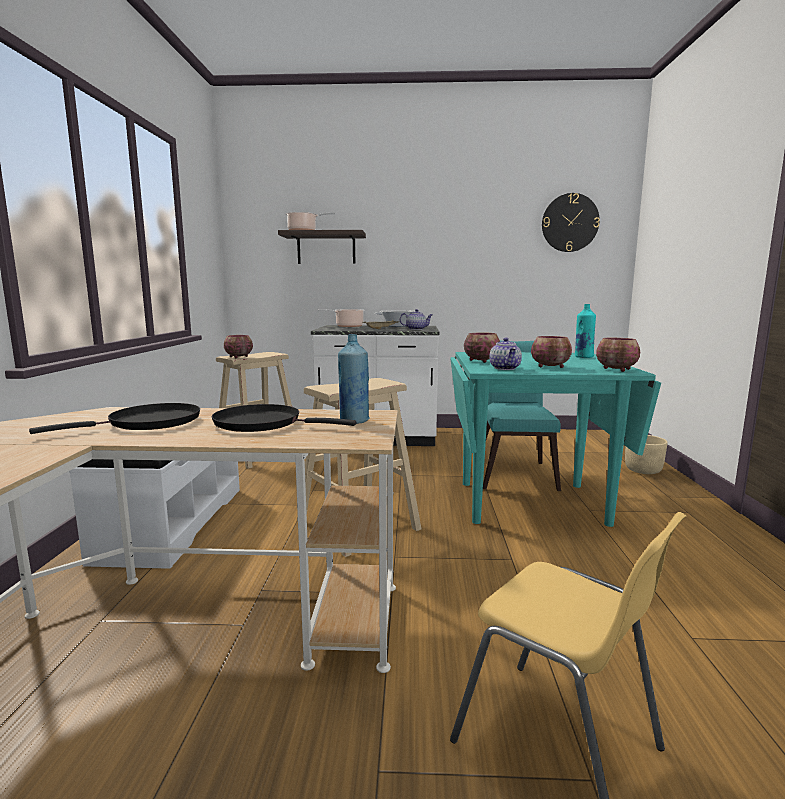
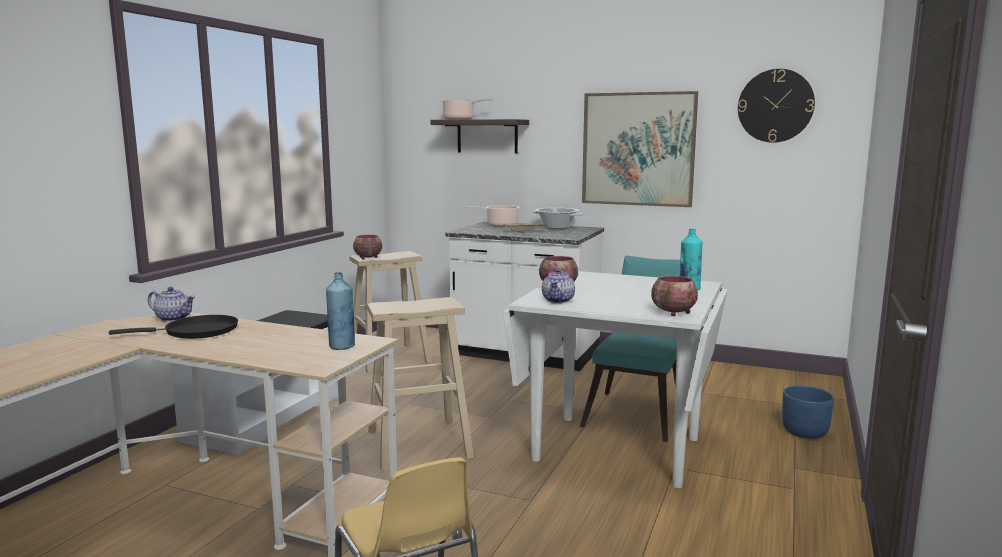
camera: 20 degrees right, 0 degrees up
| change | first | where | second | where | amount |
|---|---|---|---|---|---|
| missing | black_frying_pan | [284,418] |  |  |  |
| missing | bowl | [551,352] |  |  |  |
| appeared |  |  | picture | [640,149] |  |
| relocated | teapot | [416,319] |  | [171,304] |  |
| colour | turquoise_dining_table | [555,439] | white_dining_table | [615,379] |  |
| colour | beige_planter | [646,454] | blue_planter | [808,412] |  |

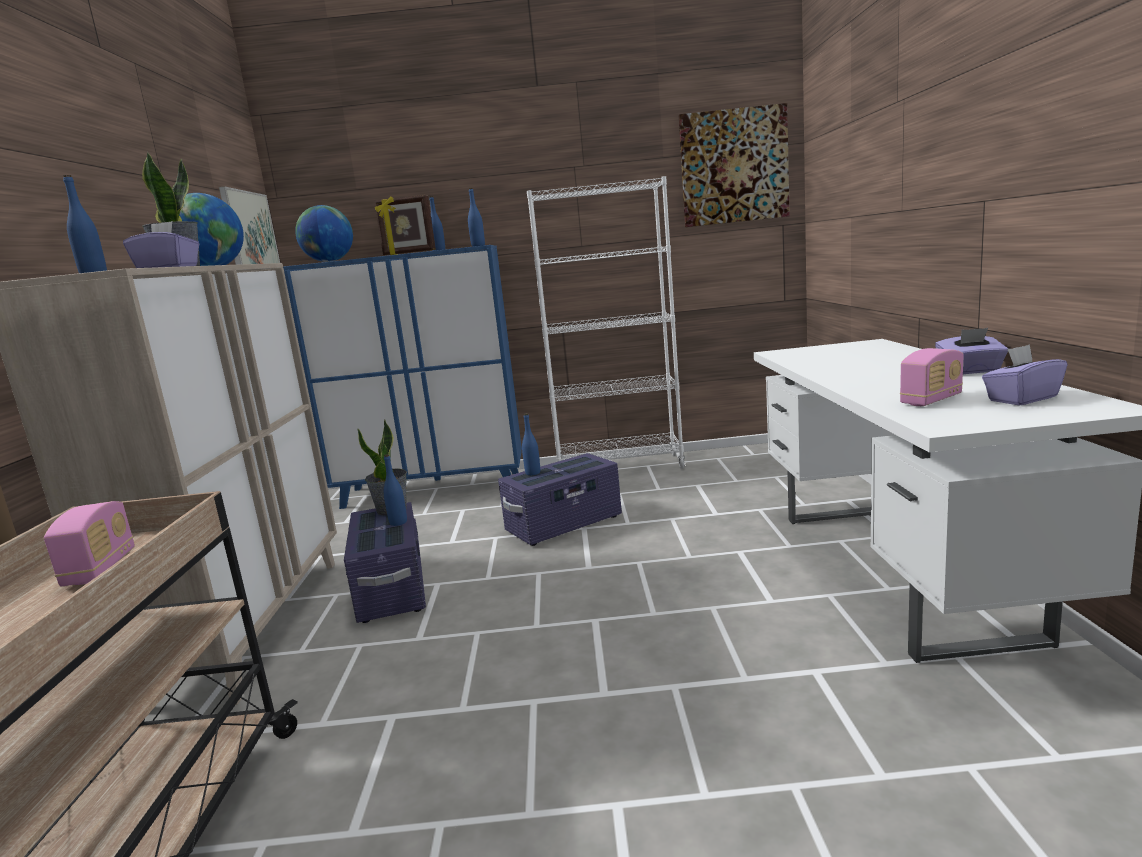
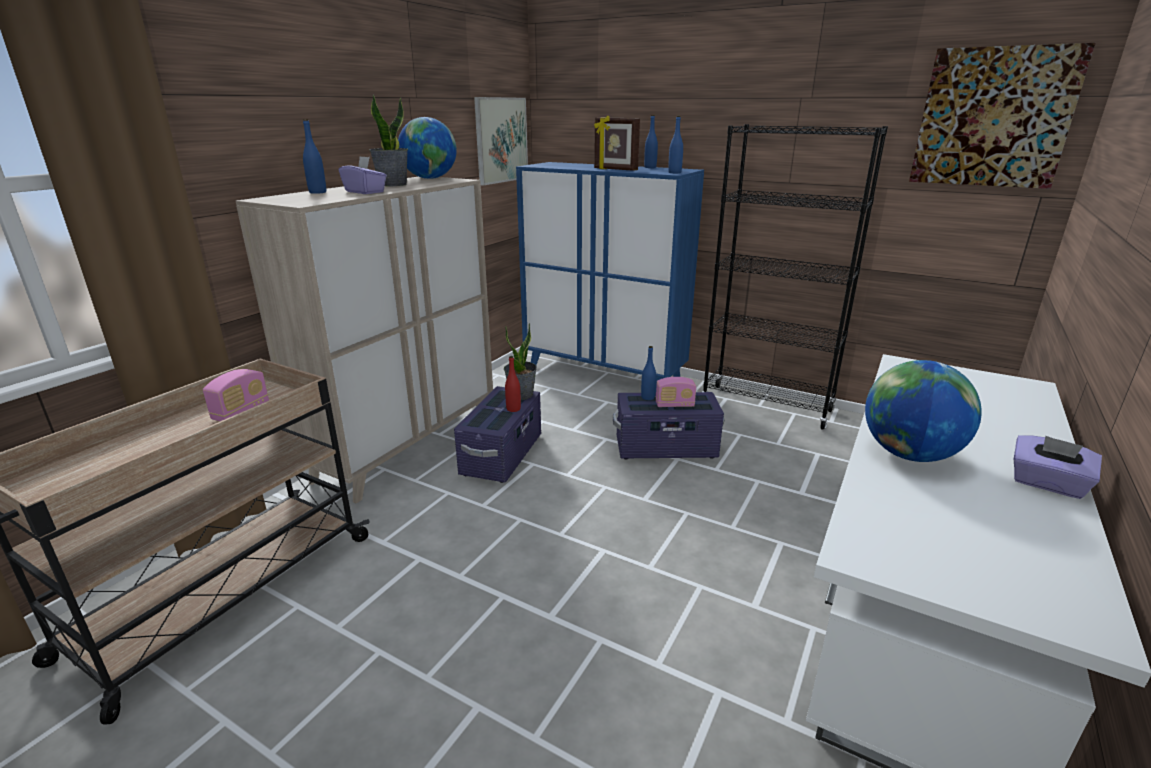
camera: 30 degrees right, 10 degrees up
| change | first | where | second | where | amount |
|---|---|---|---|---|---|
| missing | purple_tissue_box | [1025,374] |  |  |  |
| relocated | globe | [324,233] |  | [923,411] |  |
| relocated | radio | [932,377] |  | [676,392] |  |
| colour | blue_bottle | [395,490] | red_bottle | [513,384] |  |
| colour | white_bookcase | [606,322] | black_bookcase | [795,277] |  |

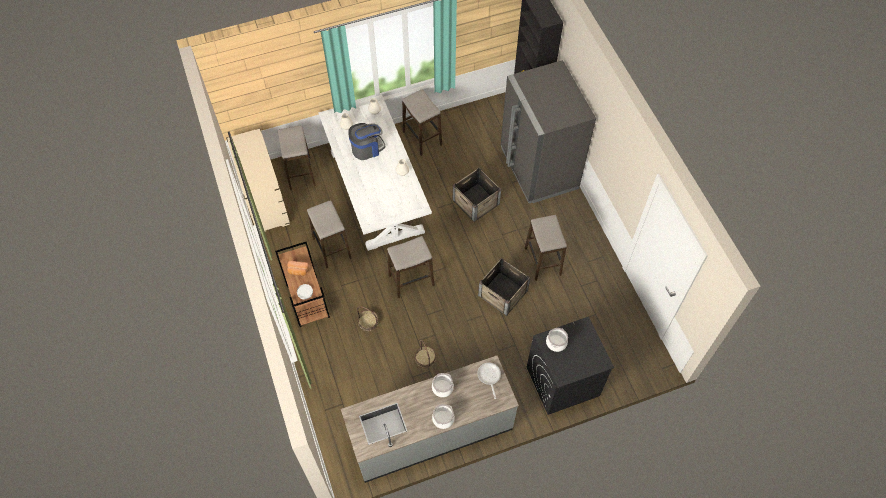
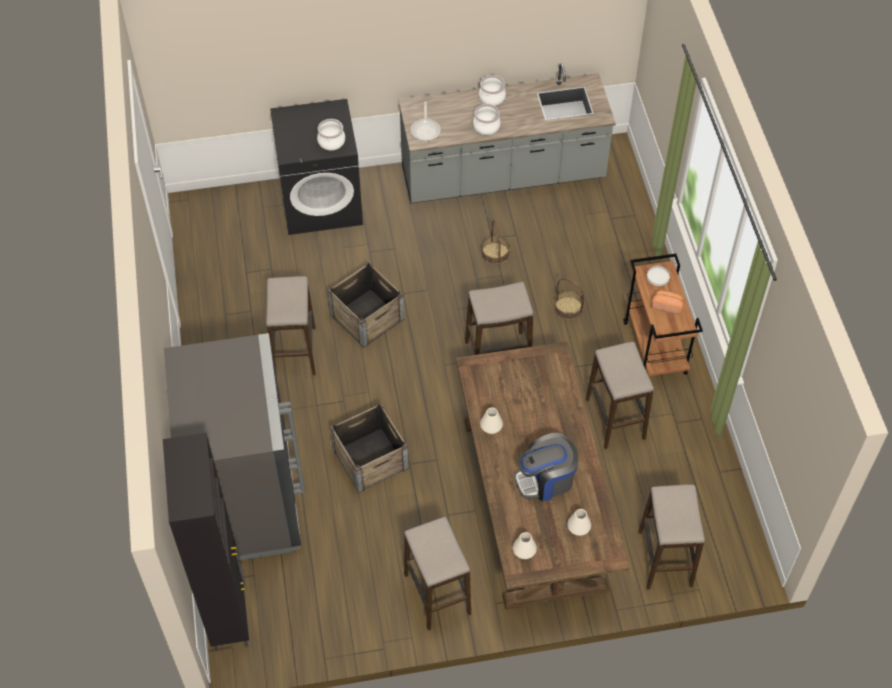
camera: 170 degrees left, 5 degrees down
| change | first | where | second | where | amount |
|---|---|---|---|---|---|
| missing | beige_dresser | [258,180] |  |  |  |
| colour | white_dining_table | [375,173] | brown_dining_table | [543,475] |  |

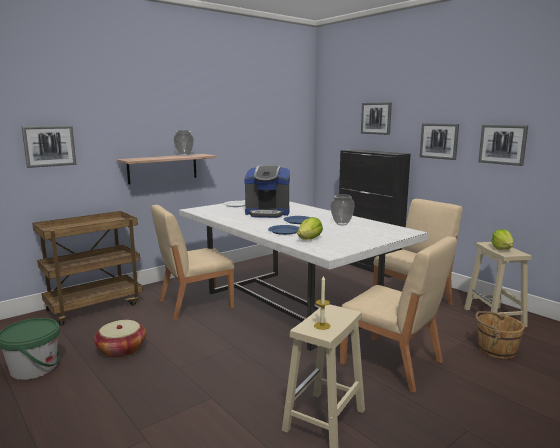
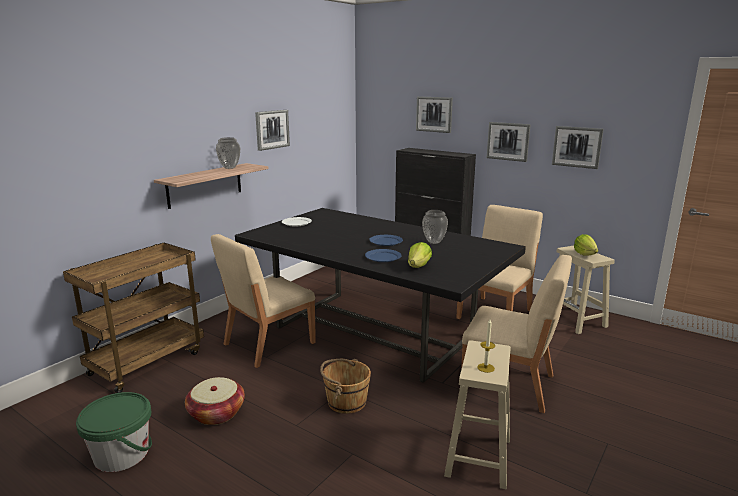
camera: 15 degrees left, 5 degrees up
| change | first | where | second | where | amount |
|---|---|---|---|---|---|
| missing | coffee_machine | [267,191] |  |  |  |
| relocated | picture | [49,147] |  | [272,130] |  |
| relocated | brown_bucket | [500,335] |  | [345,386] |  |
| colour | white_dining_table | [304,275] | black_dining_table | [380,295] |  |

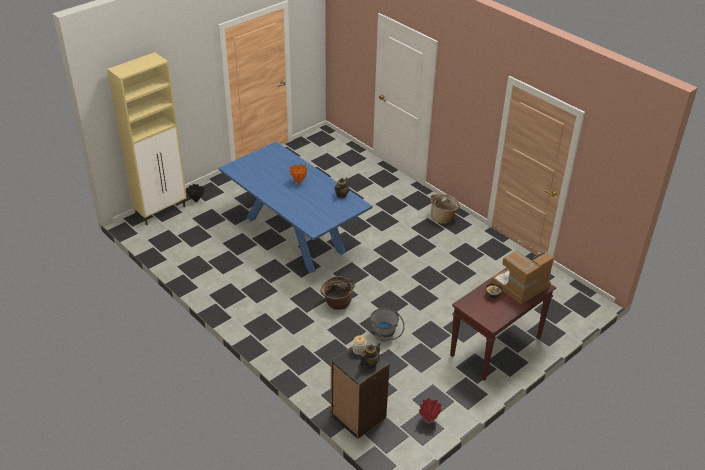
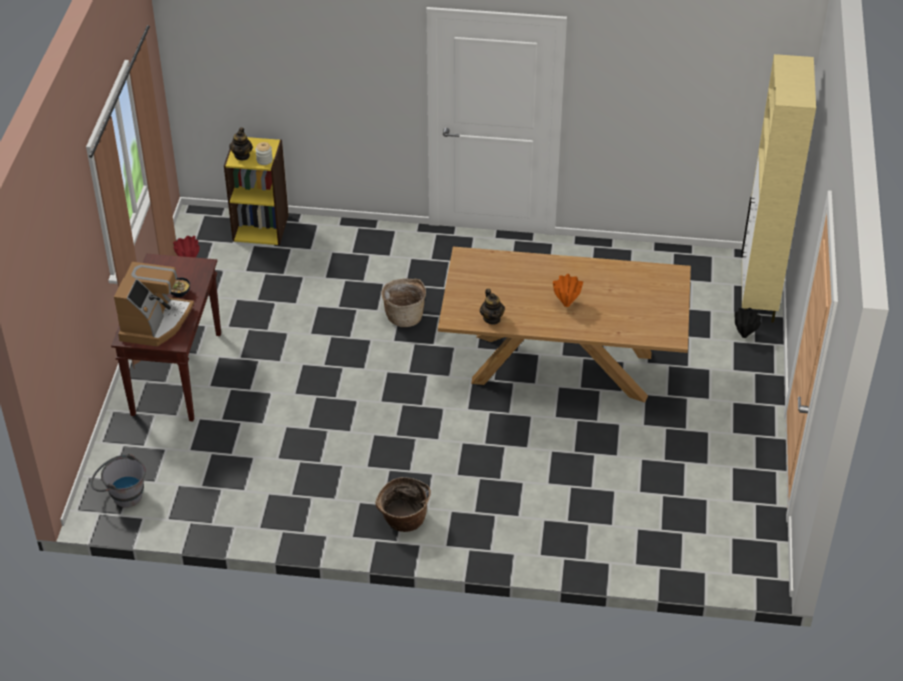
camera: 140 degrees right, 5 degrees up
| change | first | where | second | where | amount |
|---|---|---|---|---|---|
| relocated | grey_bucket | [387,325] |  | [118,480] |  |
| colour | blue_dining_table | [295,207] | brown_dining_table | [564,325] |  |
| colour | black_bookcase | [360,392] | yellow_bookcase | [256,191] |  |

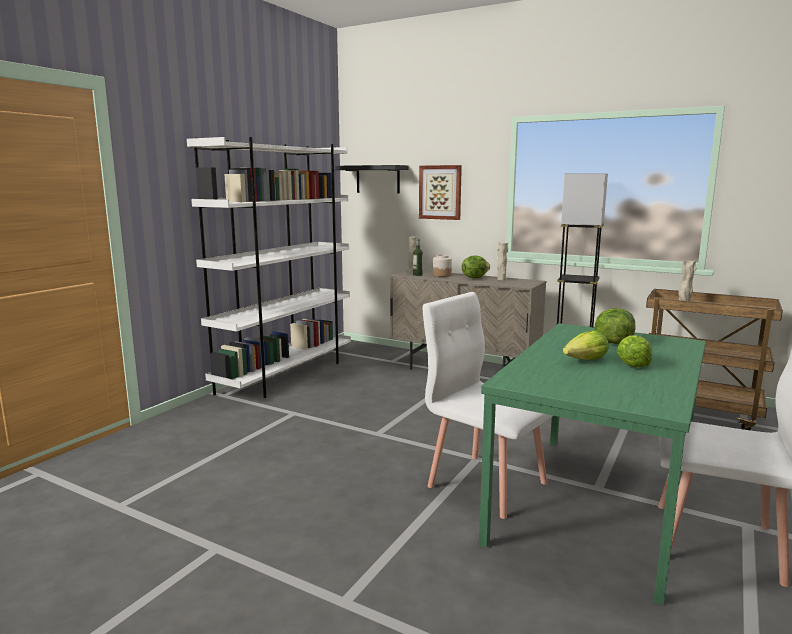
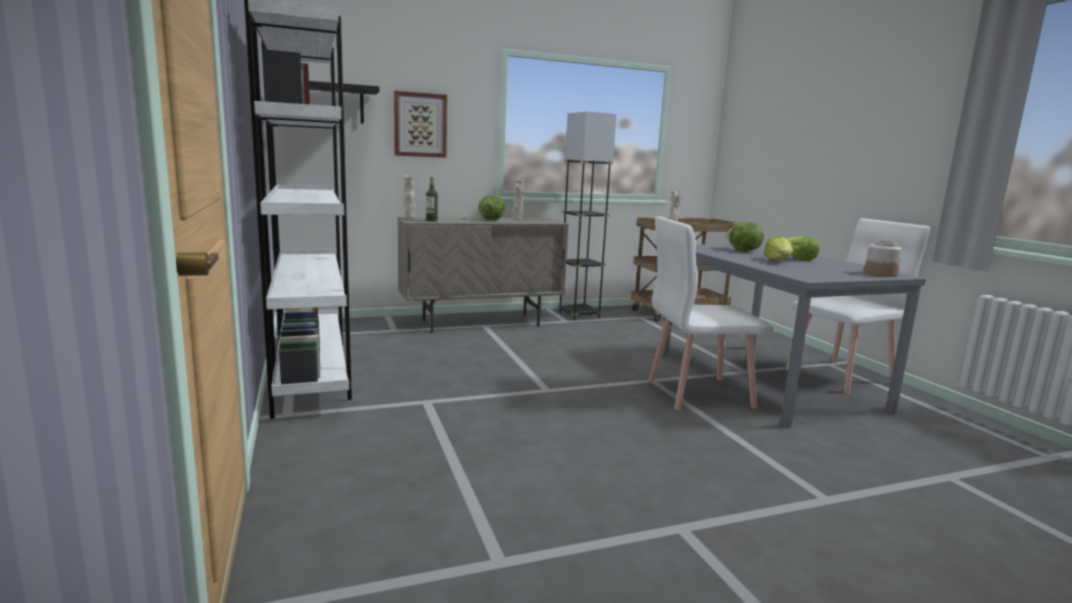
camera: 50 degrees left, 0 degrees up
| change | first | where | second | where | amount |
|---|---|---|---|---|---|
| relocated | jar | [442,265] |  | [883,259] |  |
| colour | green_dining_table | [592,464] | grey_dining_table | [794,336] |  |

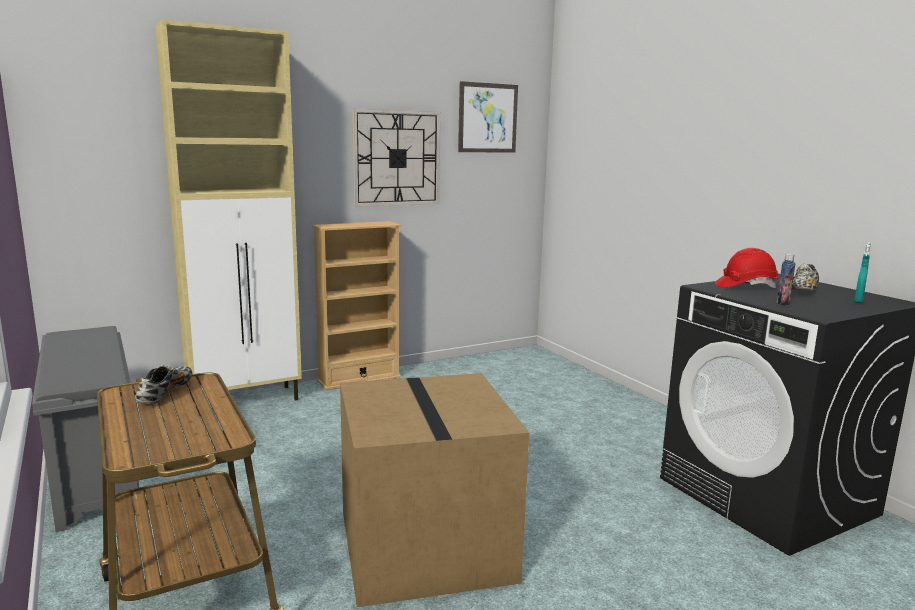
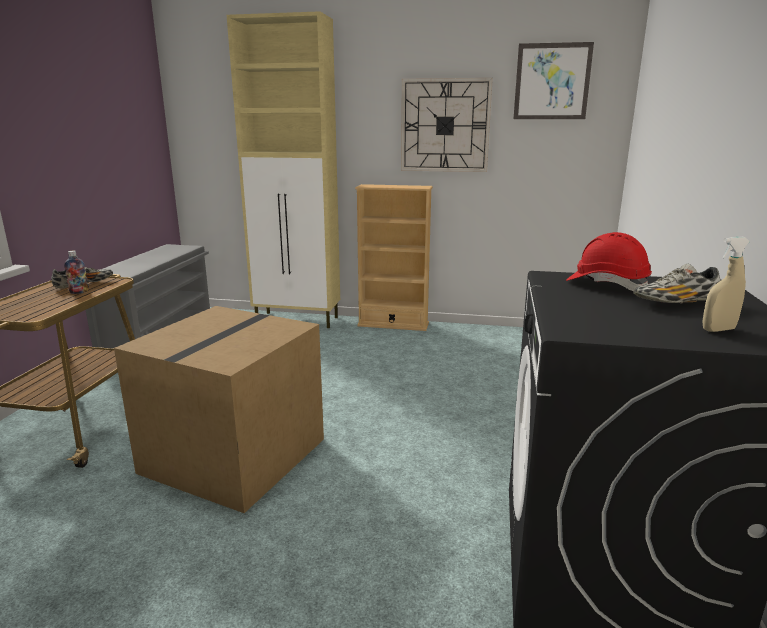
camera: 40 degrees right, 5 degrees up
| change | first | where | second | where | amount |
|---|---|---|---|---|---|
| relocated | bottle | [785,280] |  | [76,272] |  |
| colour | turquoise_spray_bottle | [862,272] | beige_spray_bottle | [726,284] |  |

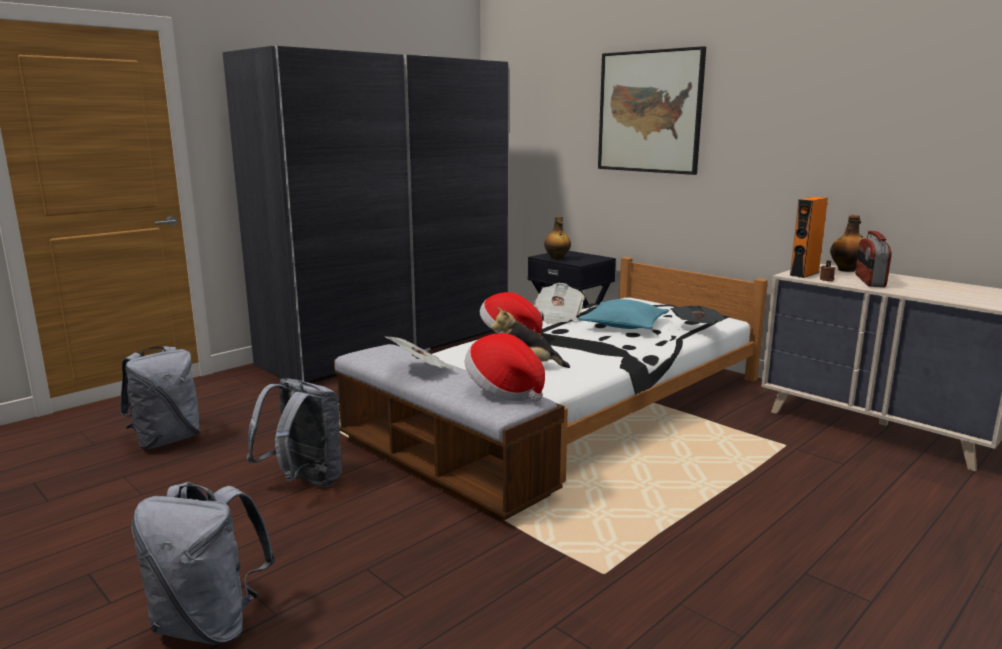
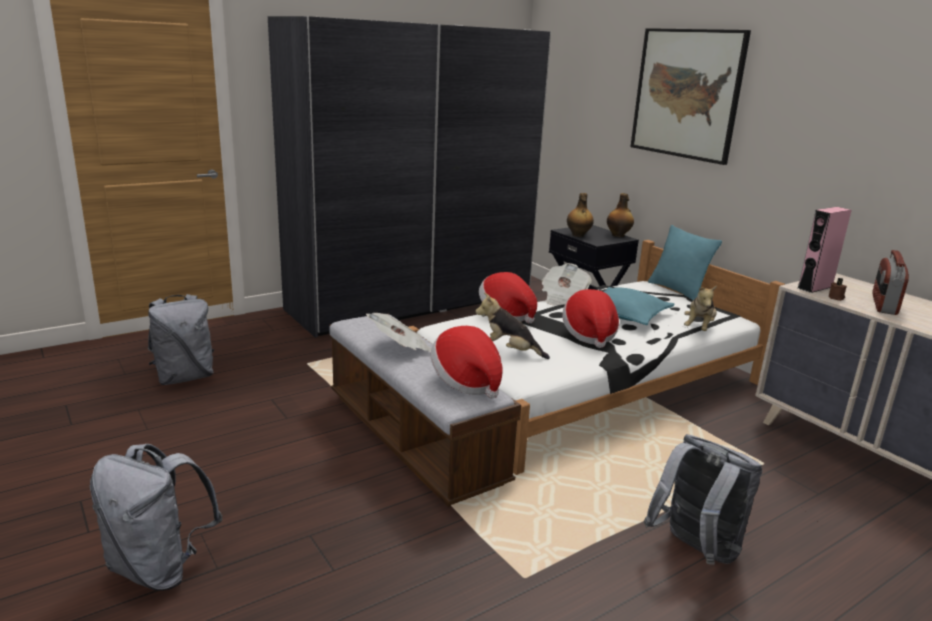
camera: 10 degrees right, 5 degrees up
| change | first | where | second | where | amount |
|---|---|---|---|---|---|
| appeared |  |  | hat | [590,318] |  |
| appeared |  |  | turquoise_pillow | [685,262] |  |
| relocated | grey_backpack | [294,433] |  | [703,499] |  |
| relocated | bottle | [846,243] |  | [620,215] |  |
| exchanged | newspaper | [698,314] | plush_toy | [700,308] |  |
| colour | orange_speaker | [809,237] | pink_speaker | [825,250] |  |

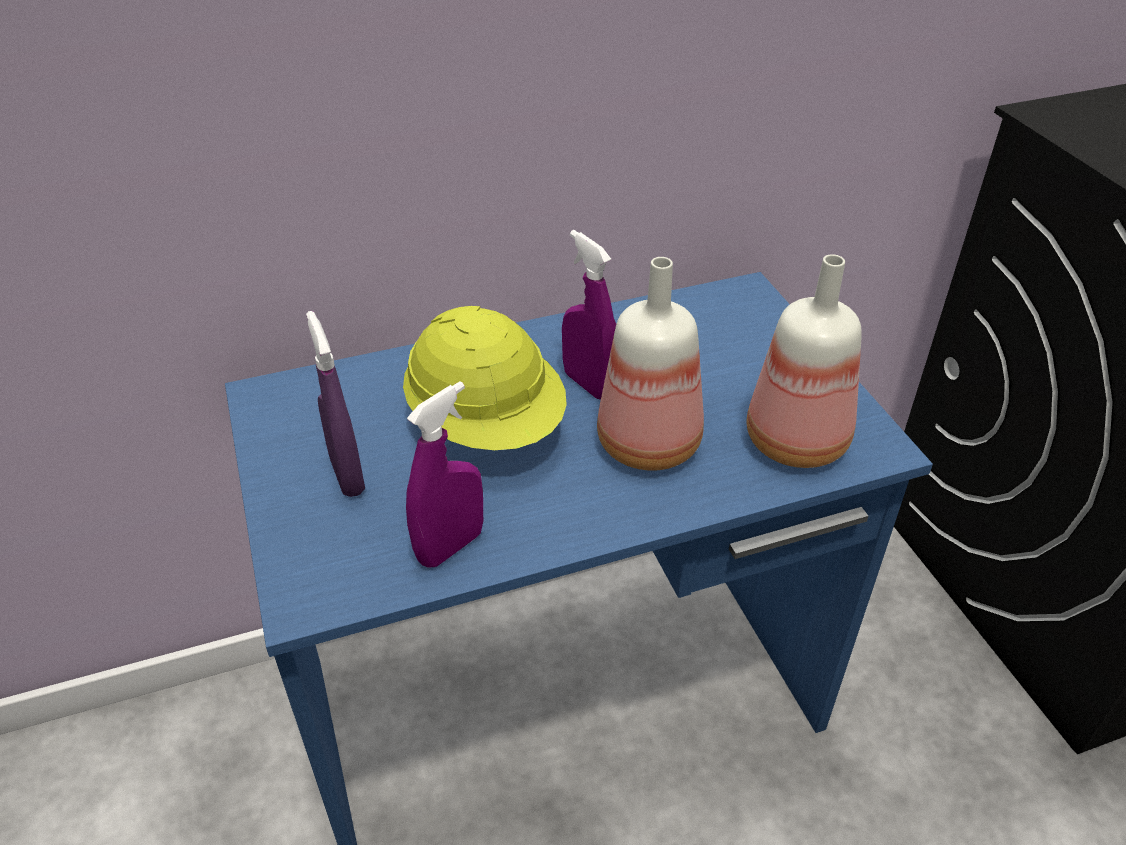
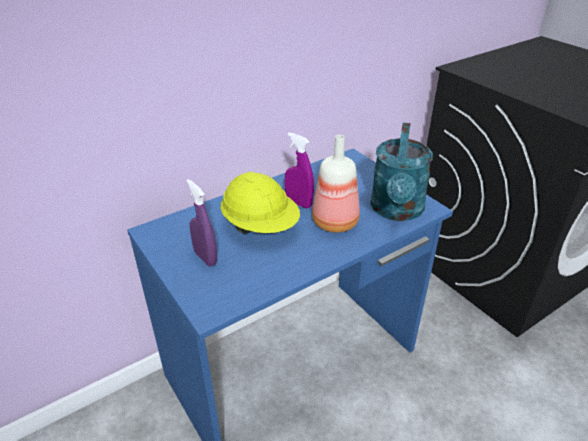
camera: 15 degrees left, 5 degrees down
| change | first | where | second | where | amount |
|---|---|---|---|---|---|
| missing | purple_spray_bottle | [444,474] |  |  |  |
| exchanged | bottle | [804,361] | turquoise_watering_can | [401,172] |  |

